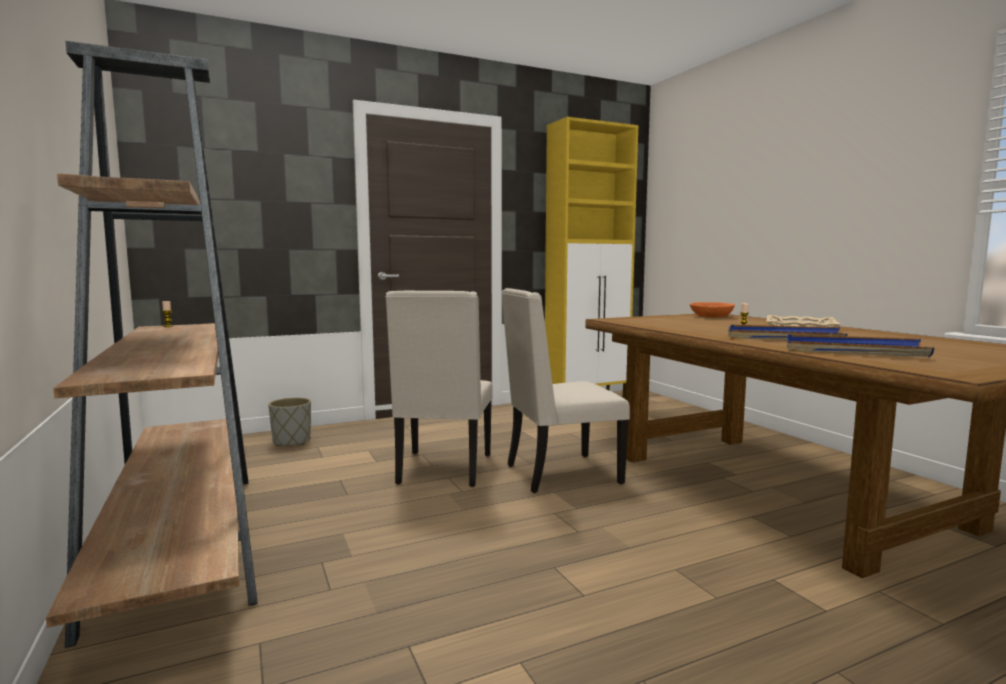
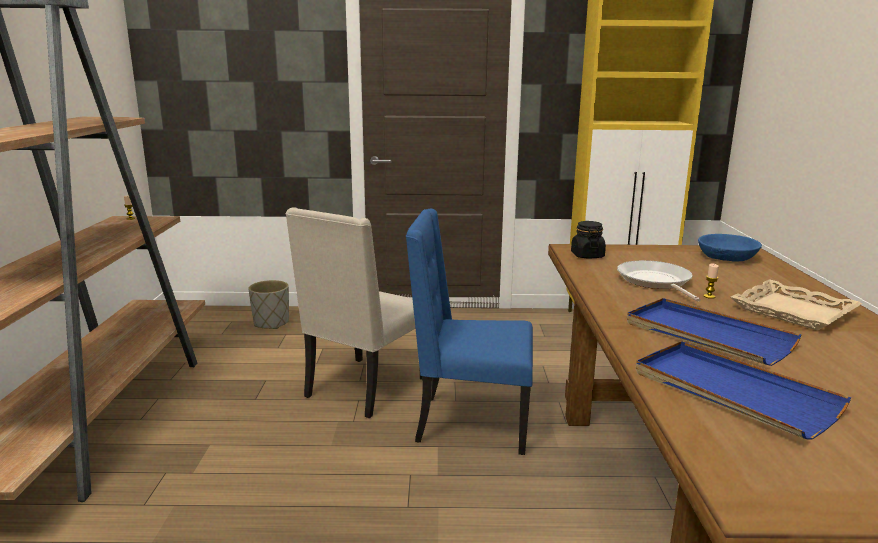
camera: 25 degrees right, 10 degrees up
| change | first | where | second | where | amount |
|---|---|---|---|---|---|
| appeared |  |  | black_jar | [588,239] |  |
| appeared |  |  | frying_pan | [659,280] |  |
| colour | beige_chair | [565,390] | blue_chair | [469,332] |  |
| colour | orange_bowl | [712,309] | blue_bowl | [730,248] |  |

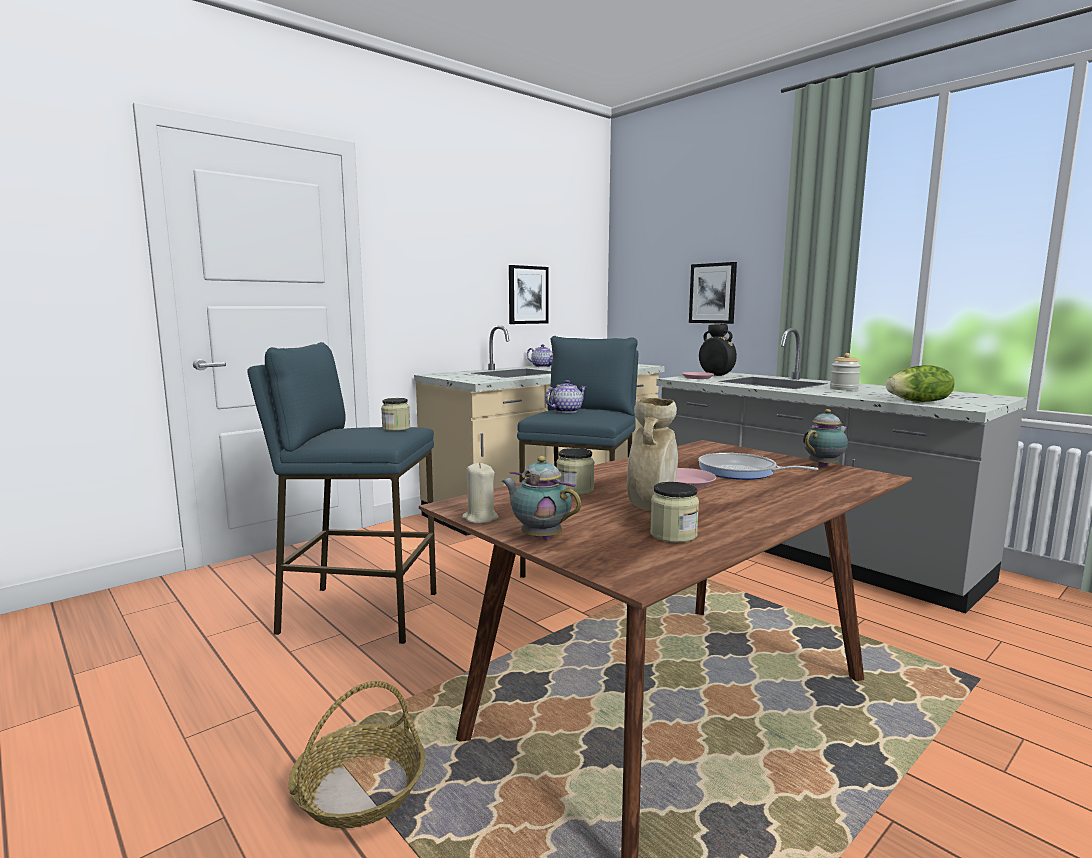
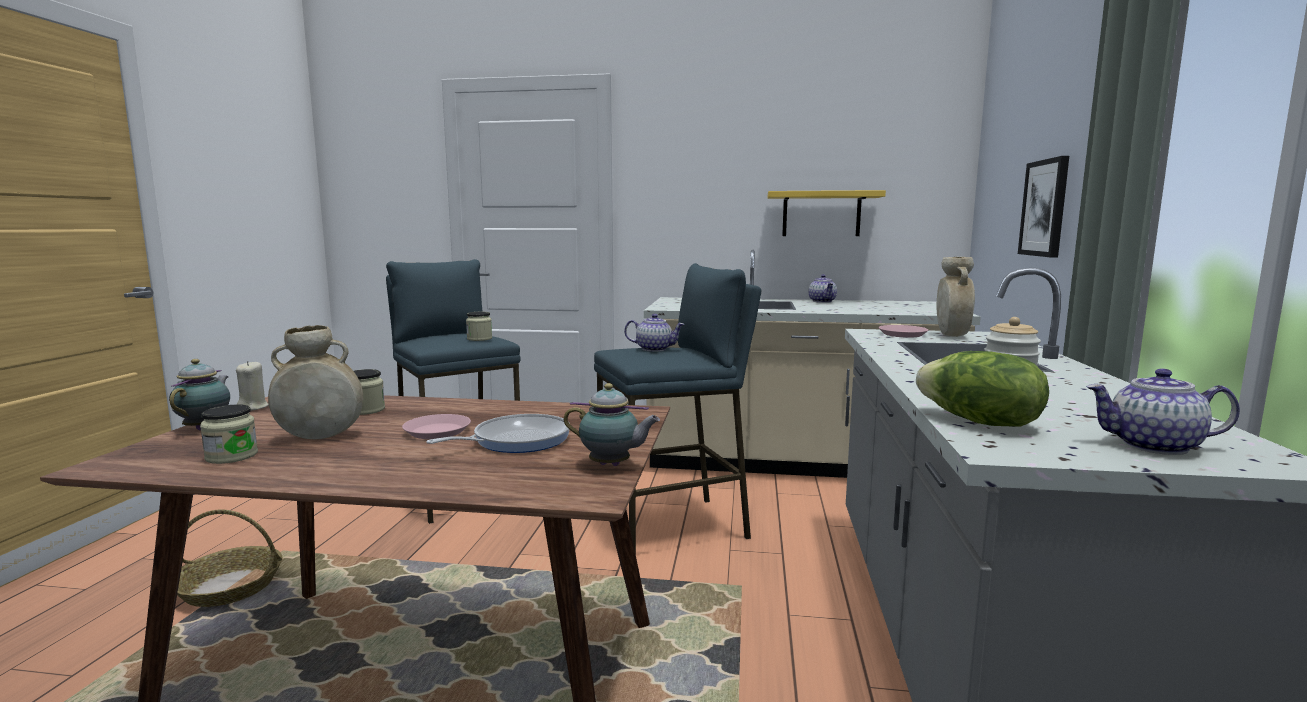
camera: 50 degrees right, 0 degrees up
| change | first | where | second | where | amount |
|---|---|---|---|---|---|
| appeared |  |  | teapot | [1163,412] |  |
| exchanged | picture | [529,294] | yellow_shelf | [827,213] |  |
| colour | black_vase | [718,350] | beige_vase | [956,297] |  |
| spun | frying_pan | [758,466] |  | [498,433] | 60 degrees clockwise |

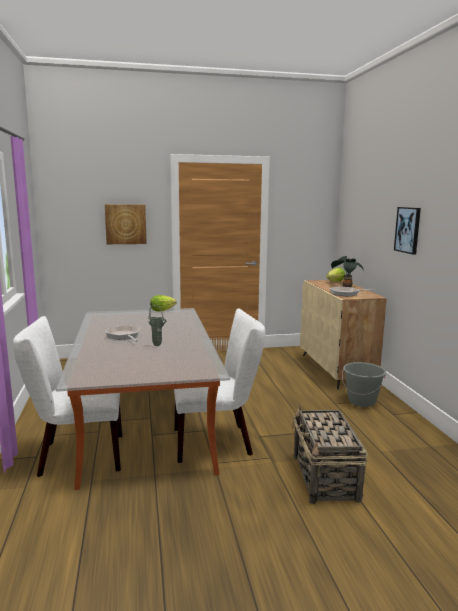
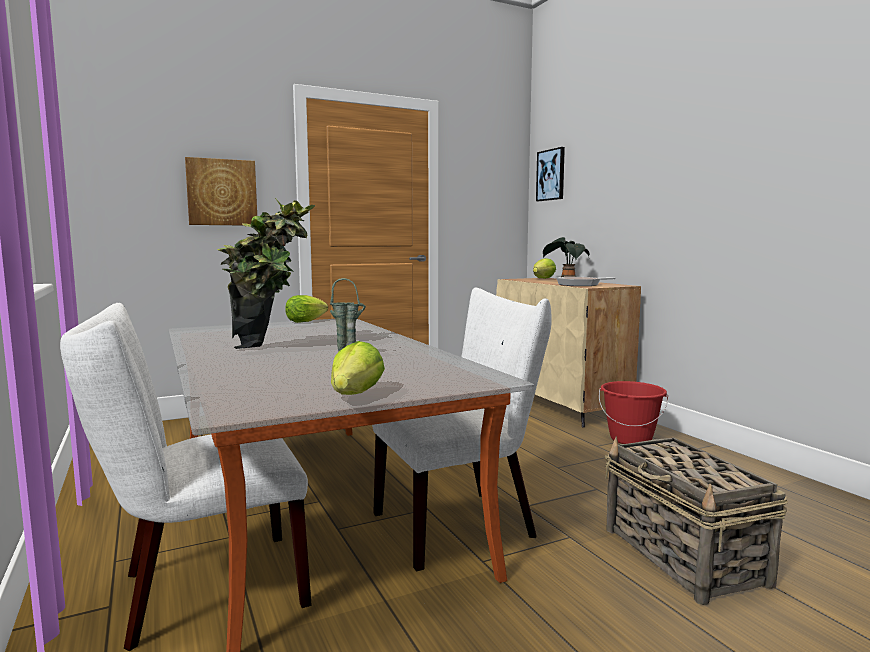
camera: 15 degrees left, 5 degrees down
| change | first | where | second | where | amount |
|---|---|---|---|---|---|
| appeared |  |  | lettuce | [358,368] |  |
| relocated | picture | [407,231] |  | [550,174] |  |
| exchanged | frying_pan | [122,333] | potted_plant | [266,273] |  |
| colour | grey_bucket | [364,384] | red_bucket | [633,412] |  |

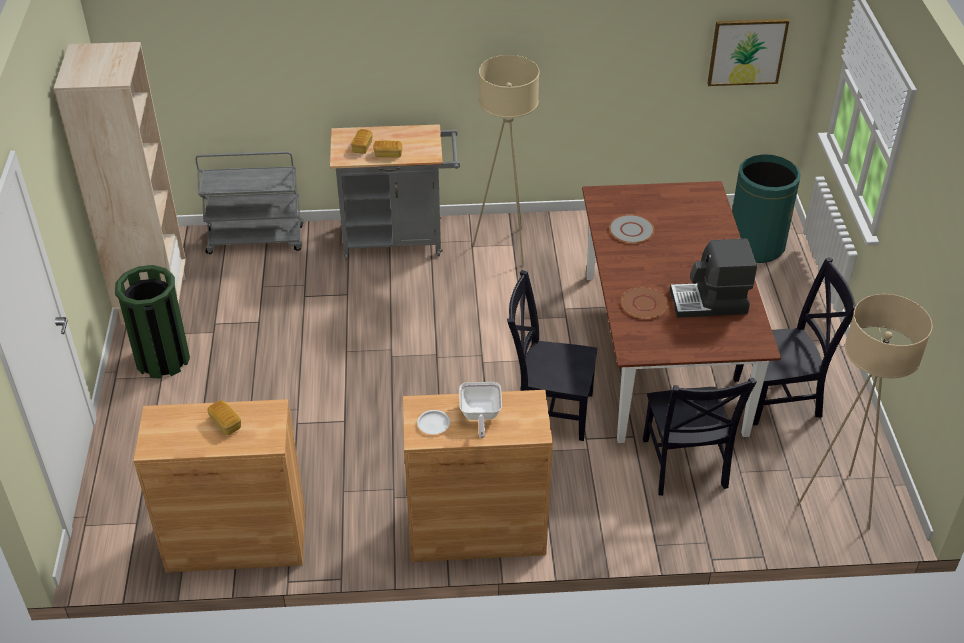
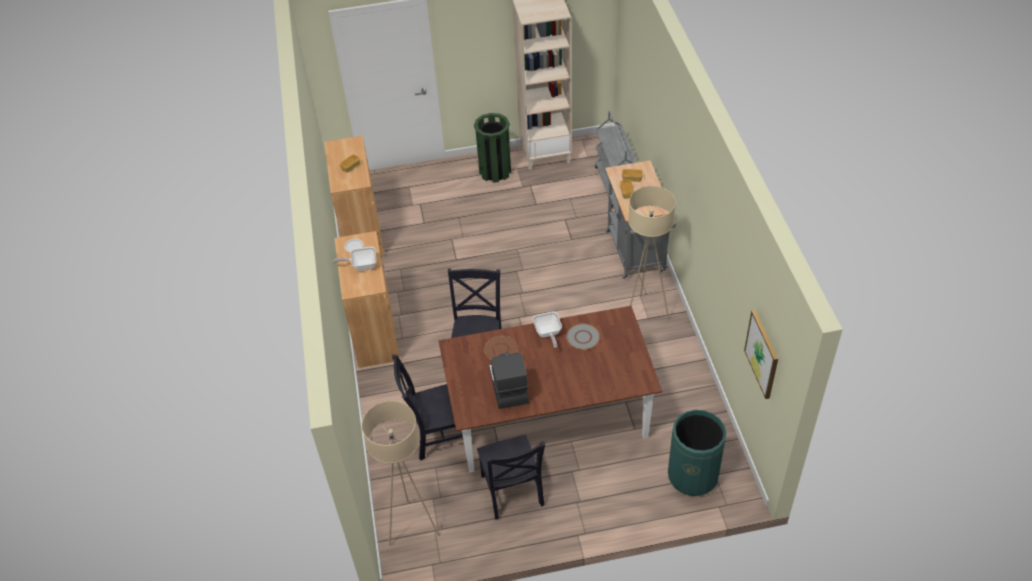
camera: 85 degrees right, 5 degrees up
| change | first | where | second | where | amount |
|---|---|---|---|---|---|
| appeared |  |  | frying_pan | [547,330] |  |

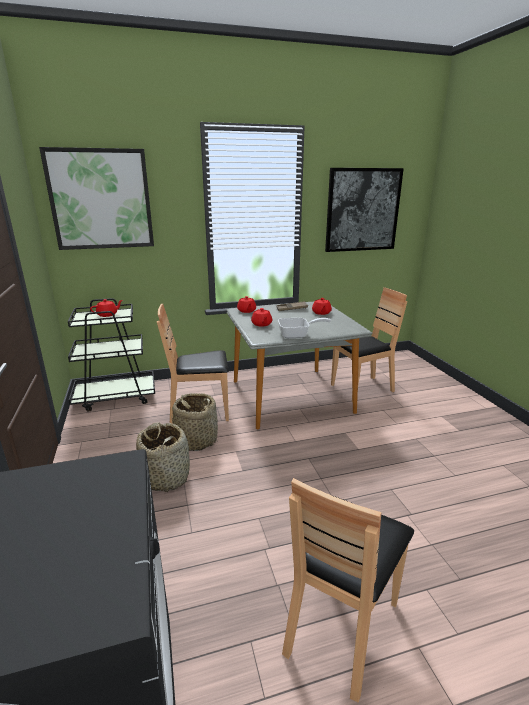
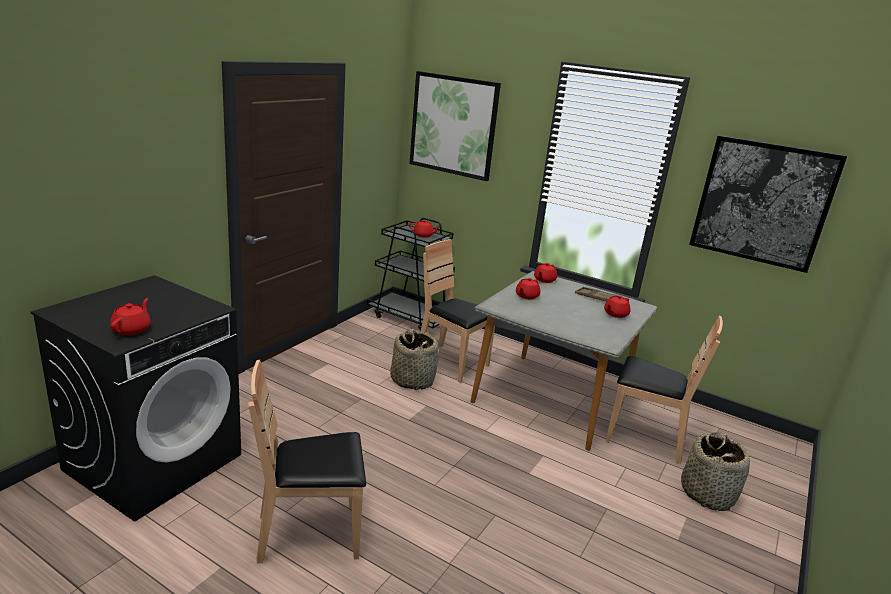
camera: 45 degrees right, 0 degrees up
| change | first | where | second | where | amount |
|---|---|---|---|---|---|
| missing | frying_pan | [304,328] |  |  |  |
| appeared |  |  | red_teapot | [130,316] |  |
| relocated | basket | [163,457] |  | [715,471] |  |

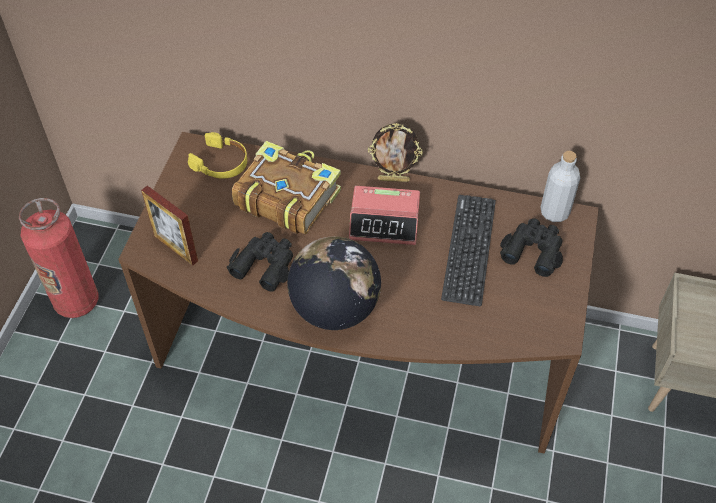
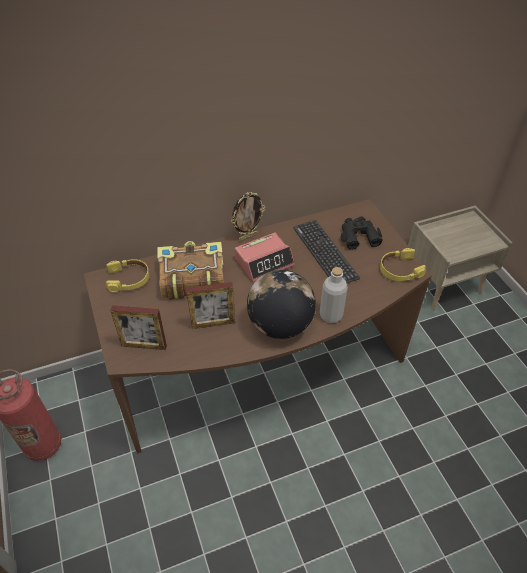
camera: 35 degrees left, 5 degrees down
| change | first | where | second | where | amount |
|---|---|---|---|---|---|
| appeared |  |  | yellow_headphones | [403,264] |  |
| relocated | grey_bottle | [560,186] |  | [334,295] |  |
| exchanged | black_binoculars | [260,262] | picture_frame | [210,305] |  |

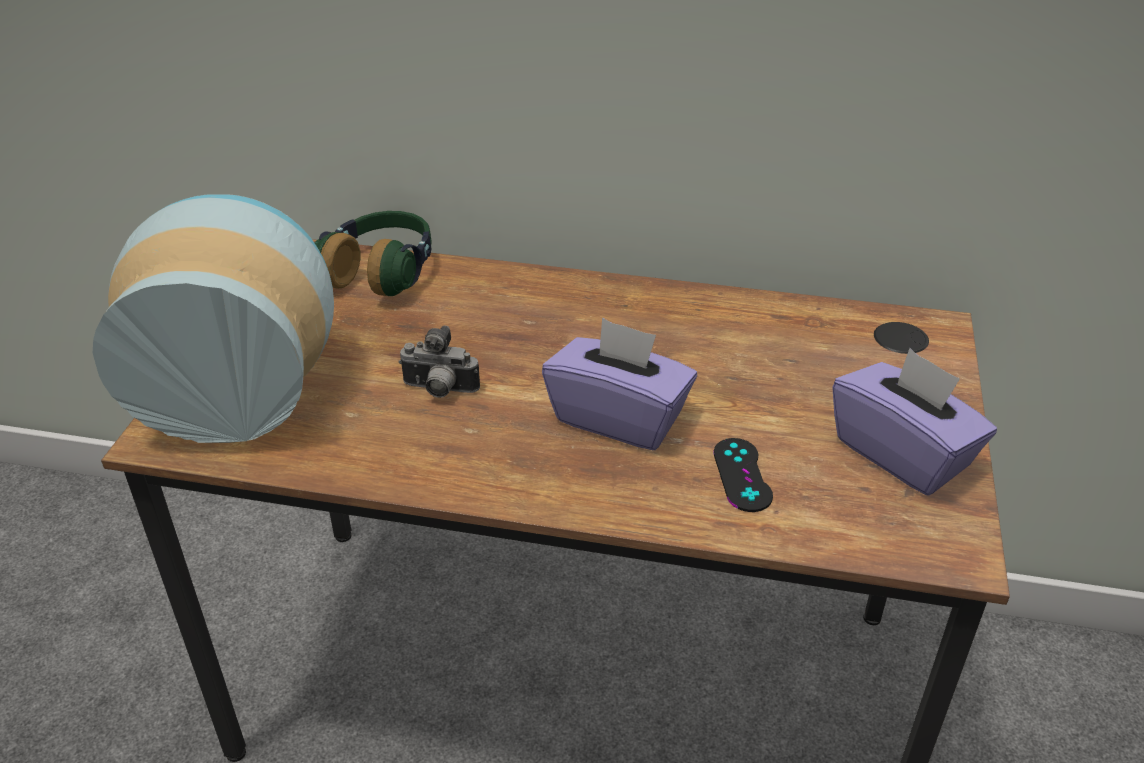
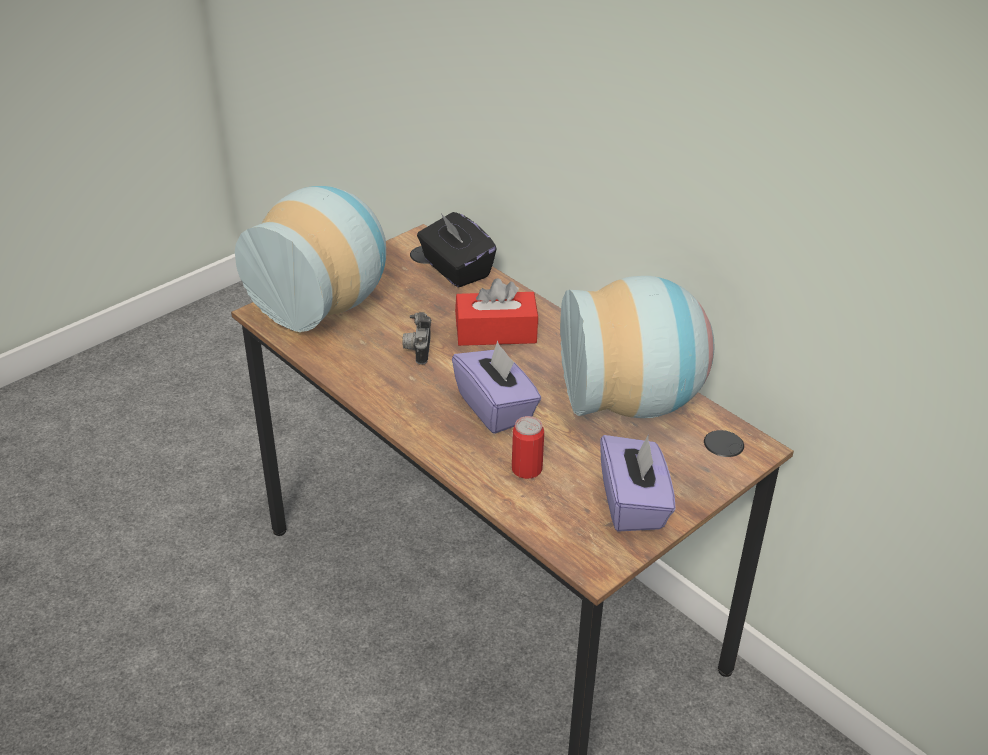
camera: 35 degrees right, 0 degrees up
| change | first | where | second | where | amount |
|---|---|---|---|---|---|
| appeared |  |  | red_tissue_box | [496,312] |  |
| appeared |  |  | vase | [637,347] |  |
| exchanged | headphones | [373,253] | black_tissue_box | [457,250] |  |
| exchanged | black_game_controller | [743,475] | can | [528,447] |  |
| spun | photo_camera | [439,361] |  | [417,338] | 45 degrees clockwise |

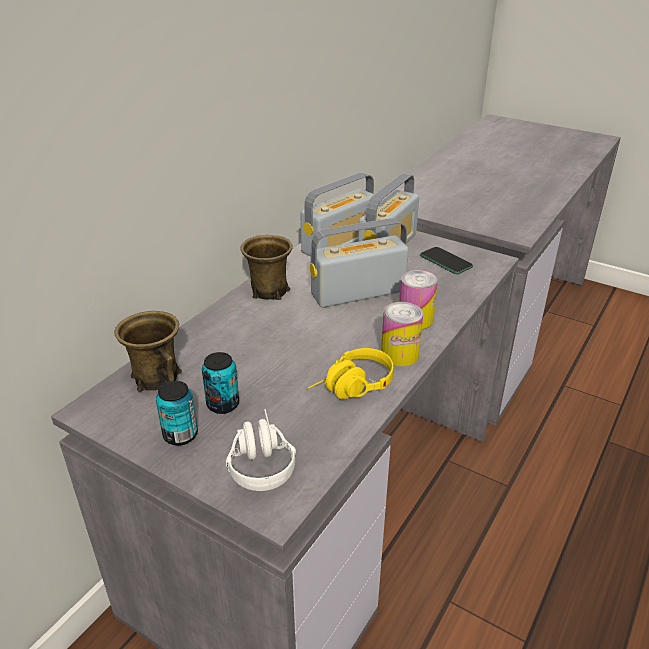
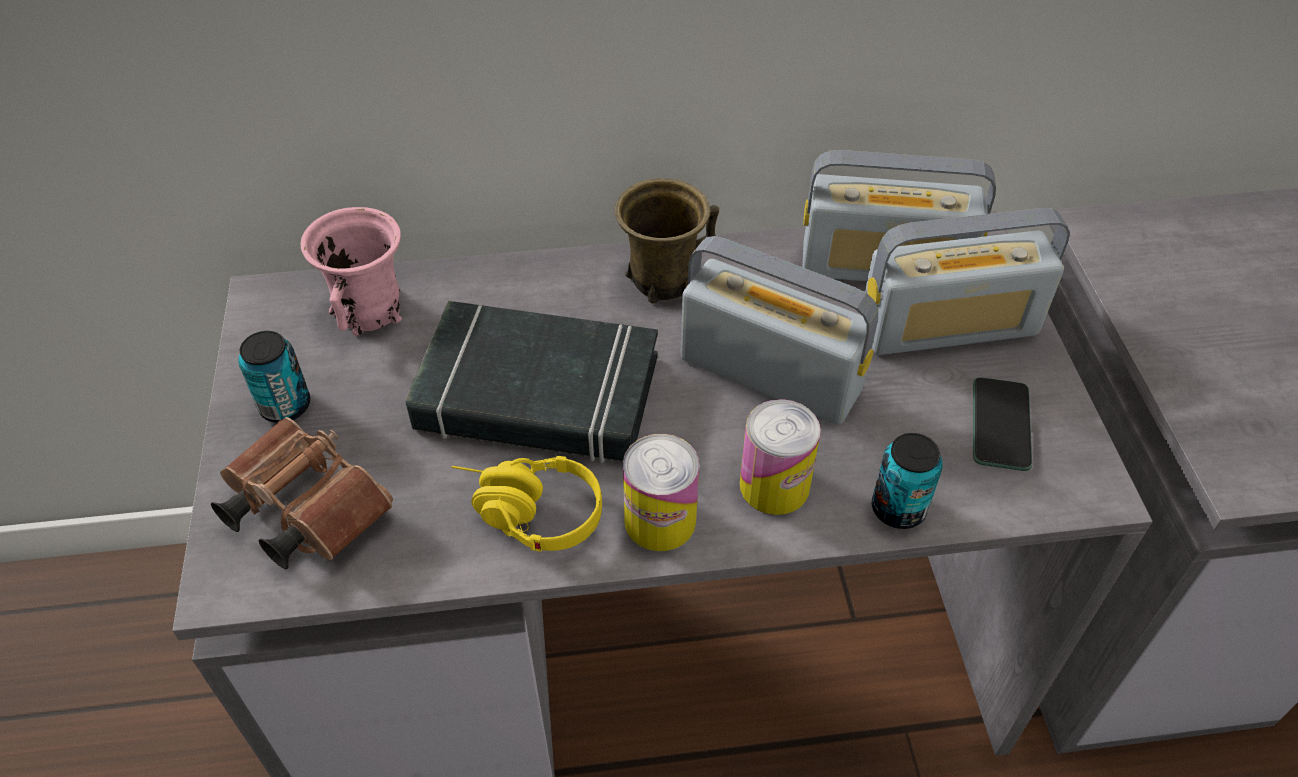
camera: 50 degrees right, 15 degrees up
| change | first | where | second | where | amount |
|---|---|---|---|---|---|
| appeared |  |  | black_book | [531,382] |  |
| relocated | can | [220,383] |  | [907,481] |  |
| exchanged | white_headphones | [261,450] | brown_binoculars | [302,493] |  |
| colour | brown_mug | [148,351] | pink_mug | [351,271] |  |

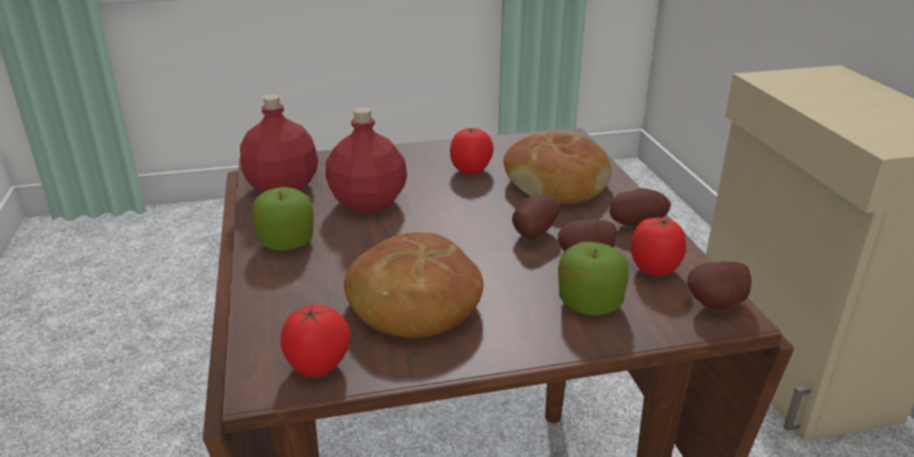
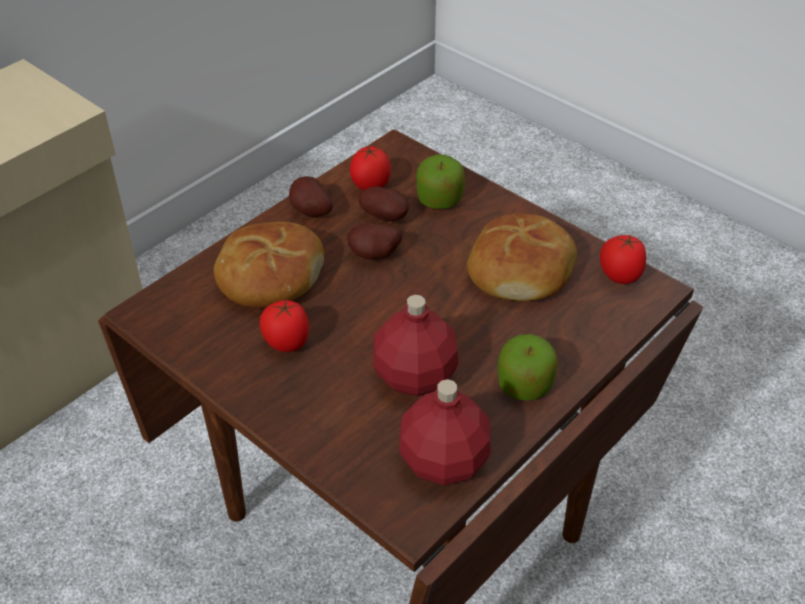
camera: 125 degrees left, 15 degrees up
| change | first | where | second | where | amount |
|---|---|---|---|---|---|
| missing | potato | [719,285] |  |  |  |

